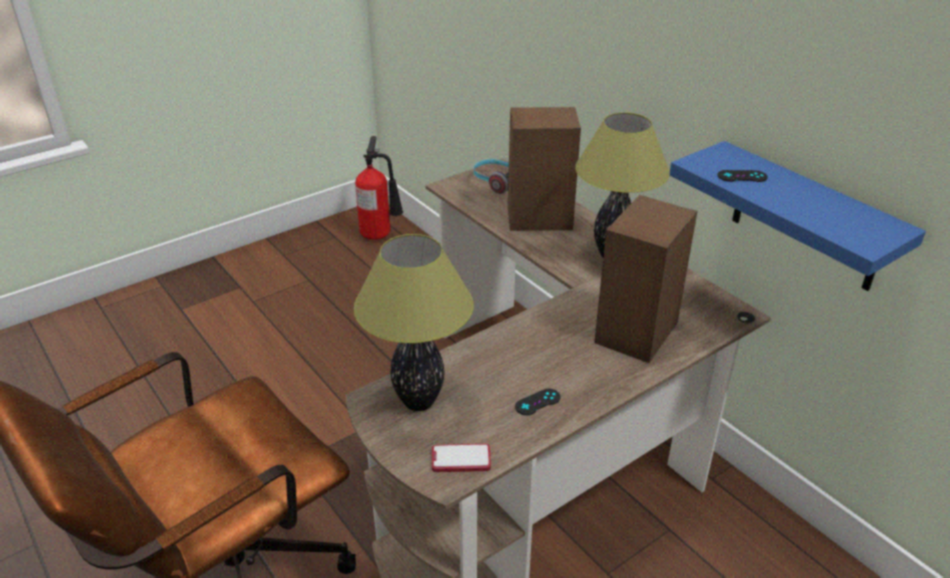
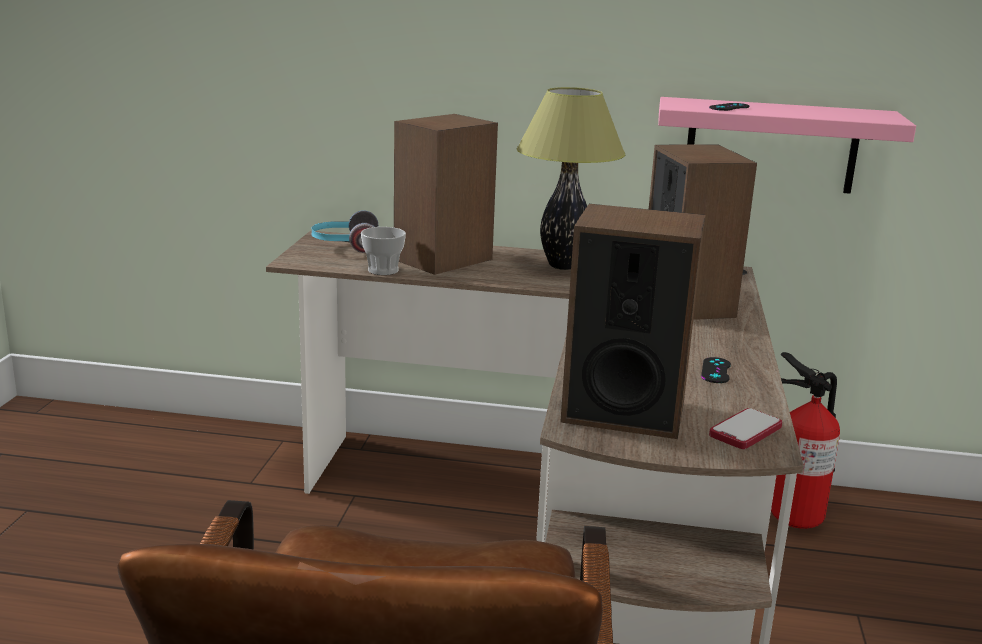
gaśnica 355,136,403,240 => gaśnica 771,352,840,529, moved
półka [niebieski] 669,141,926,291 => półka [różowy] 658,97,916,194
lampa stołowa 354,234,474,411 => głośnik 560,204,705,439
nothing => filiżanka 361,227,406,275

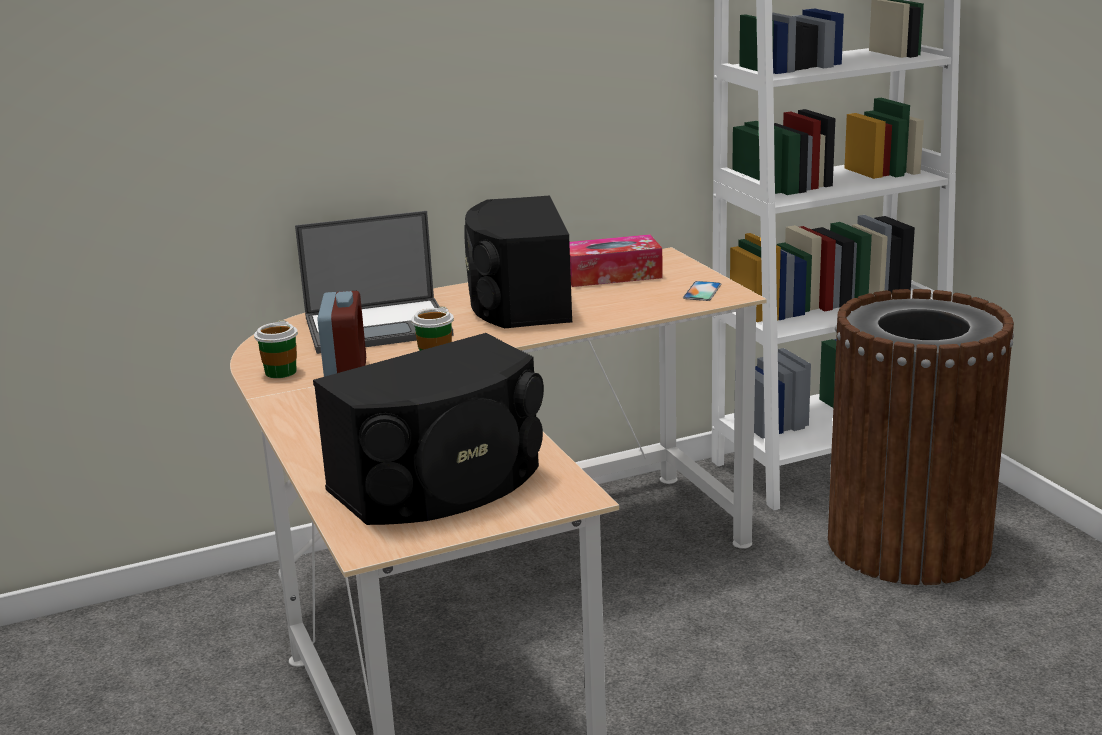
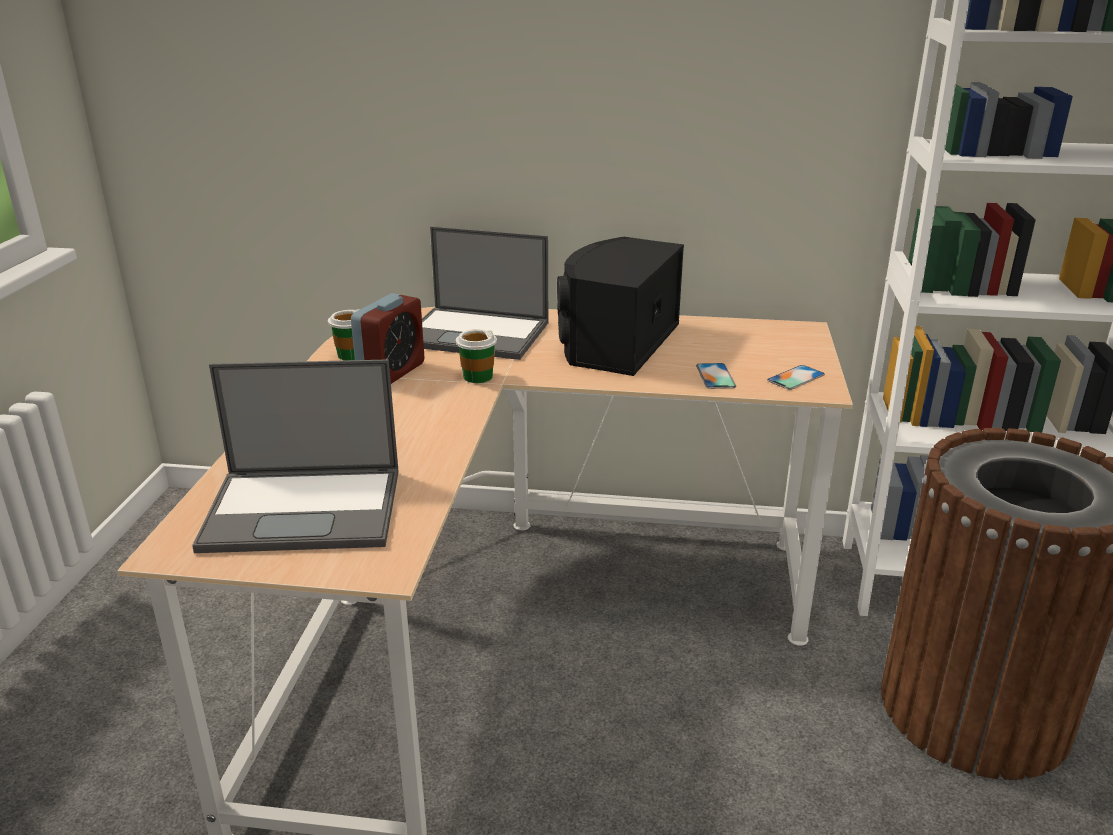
pudełko chusteczek 569,234,663,287 => nothing
głośnik [czarny] 313,333,544,525 => laptop 192,359,399,553
nothing => telefon 696,363,736,389

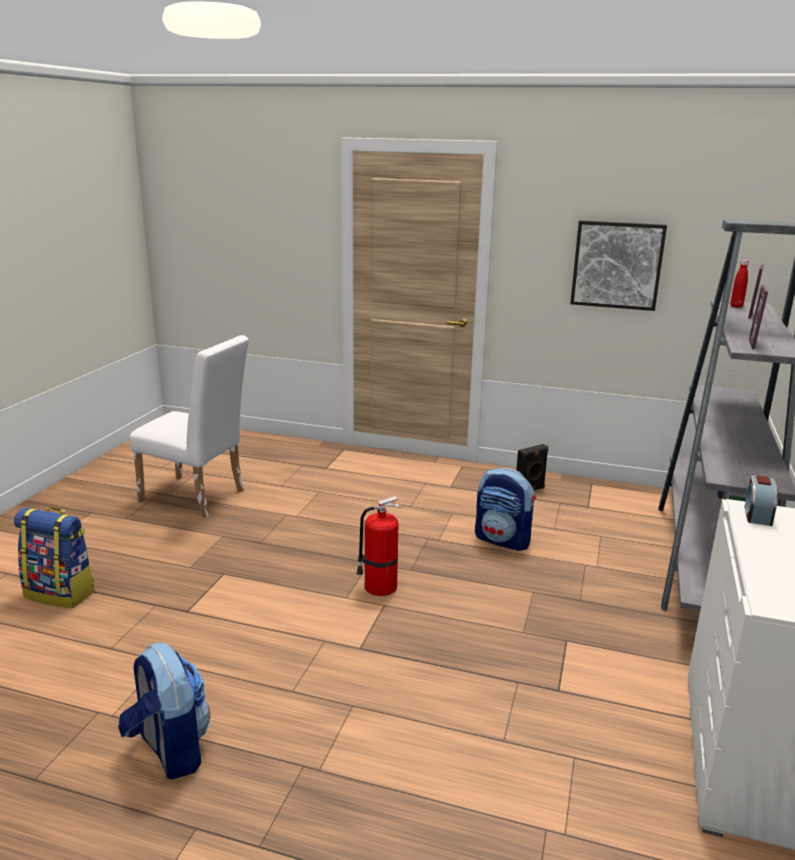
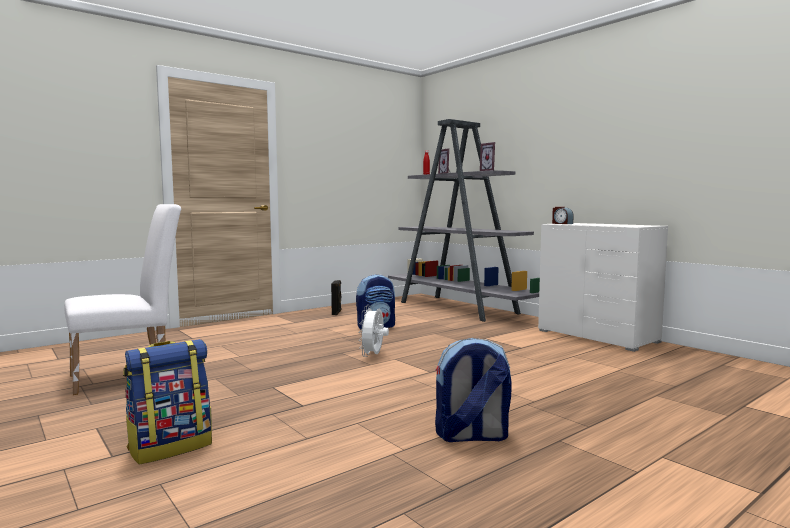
obraz 570,220,667,311 => nothing
gaśnica 356,496,401,596 => wentylator [biały] 358,305,389,357

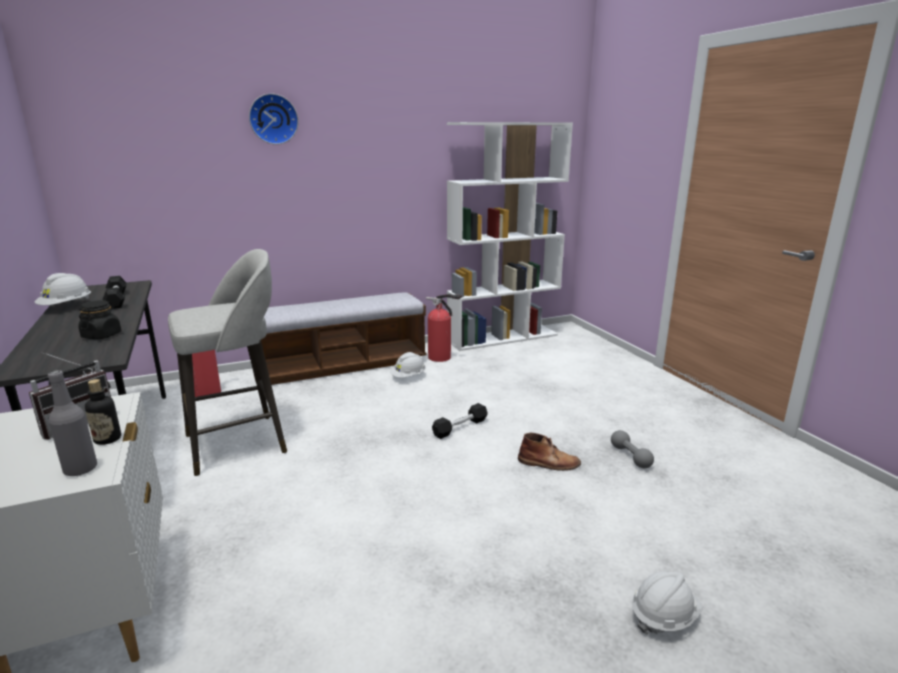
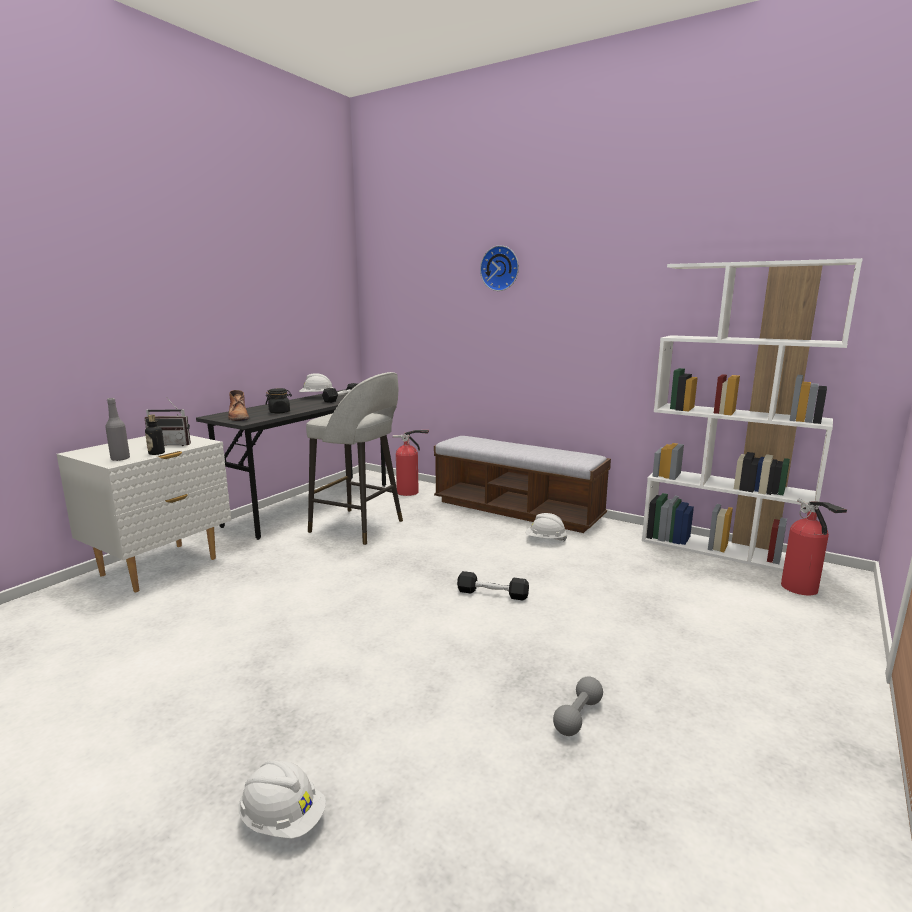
gaśnica 426,294,462,362 => gaśnica 781,499,847,596, moved
but z cholewką [brązowy] 518,433,581,471 => but z cholewką [brązowy] 228,390,249,421, moved

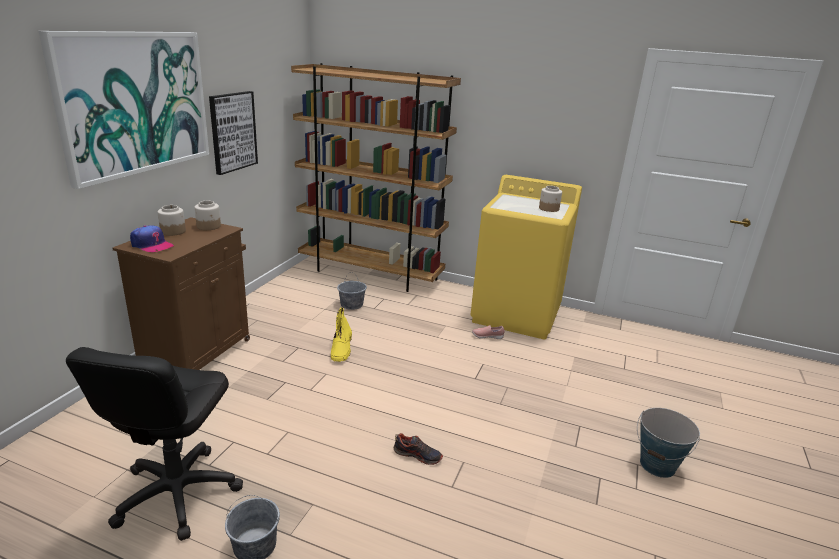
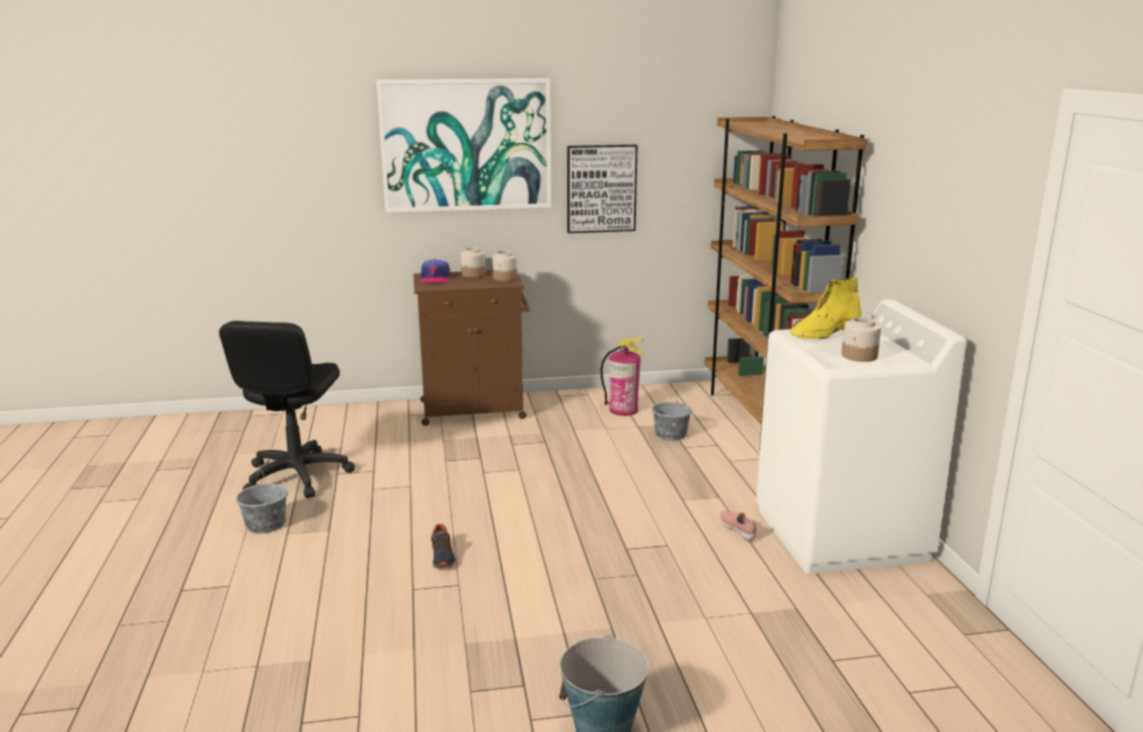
pralka [żółty] 471,175,582,339 => pralka [biały] 756,300,967,574
but z cholewką [żółty] 331,307,352,362 => but z cholewką [żółty] 790,278,861,339, moved
krzesło biurowe [czarny] 66,347,243,541 => krzesło biurowe [czarny] 219,321,355,498, 60 degrees counterclockwise
nothing => gaśnica 600,338,645,416

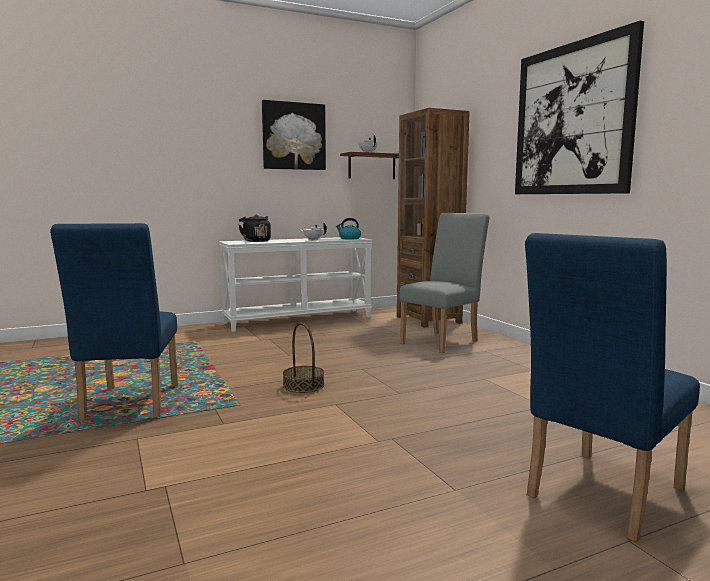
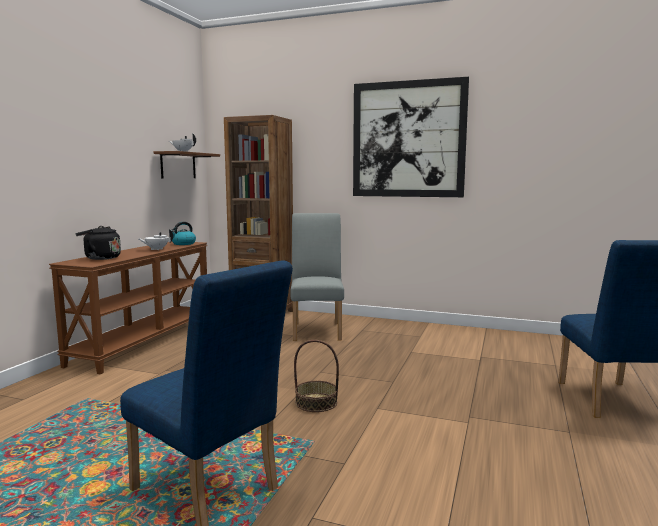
obraz 262,100,326,170 => nothing
stolik konsolowy [biały] 219,237,372,332 => stolik konsolowy [brązowy] 49,241,207,374

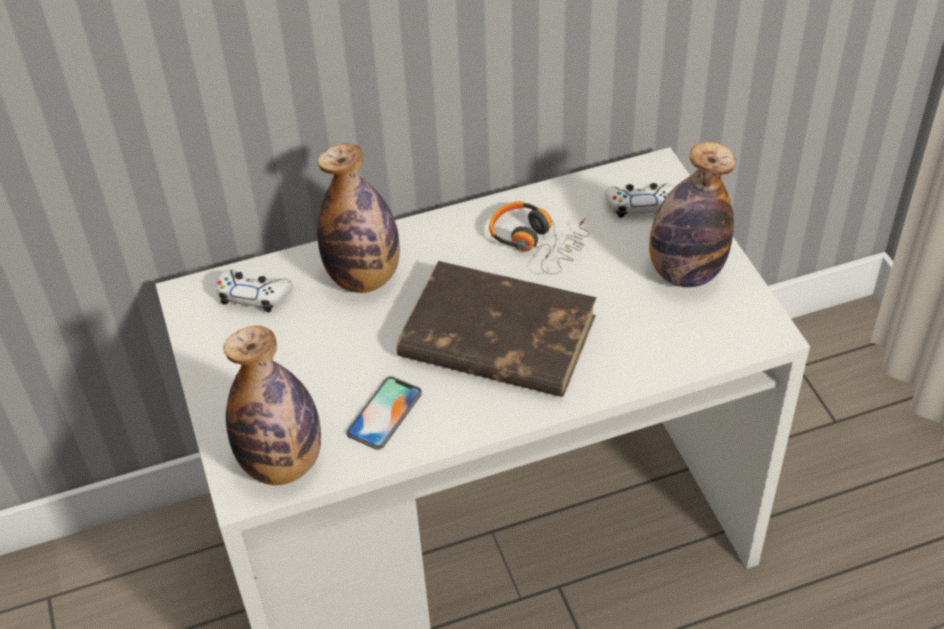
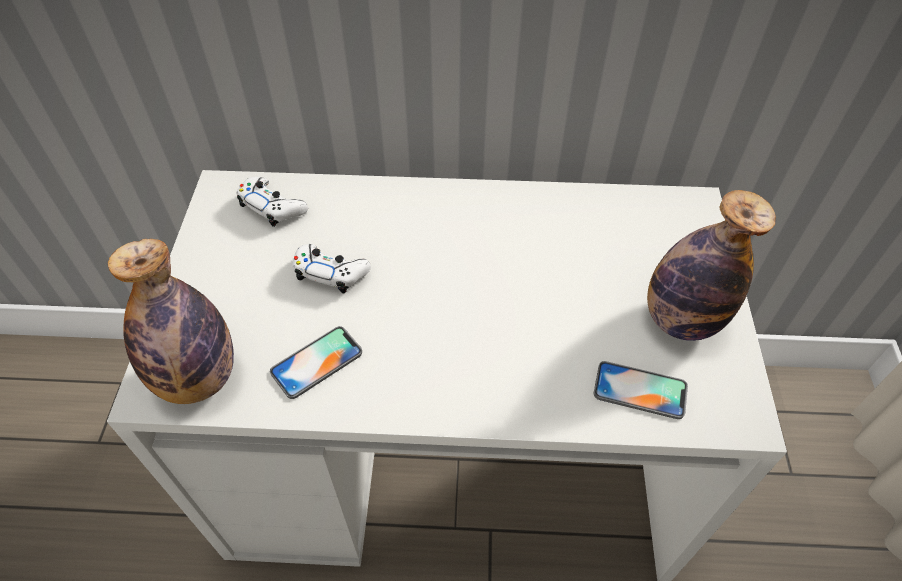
butelka 317,144,400,293 => nothing
pad do gier [biały] 605,183,674,218 => pad do gier [biały] 293,244,371,293, moved
słuchawki 489,201,590,274 => nothing
książka [brązowy] 397,261,597,397 => nothing
nothing => telefon 594,361,688,419

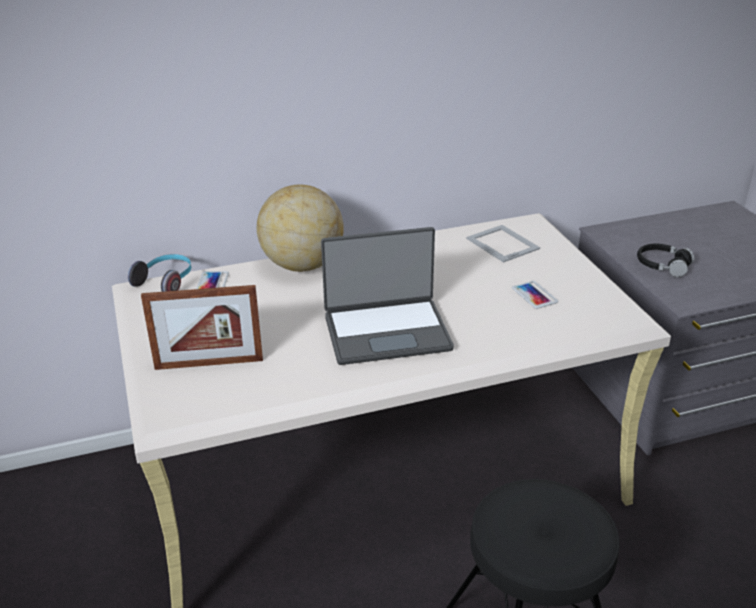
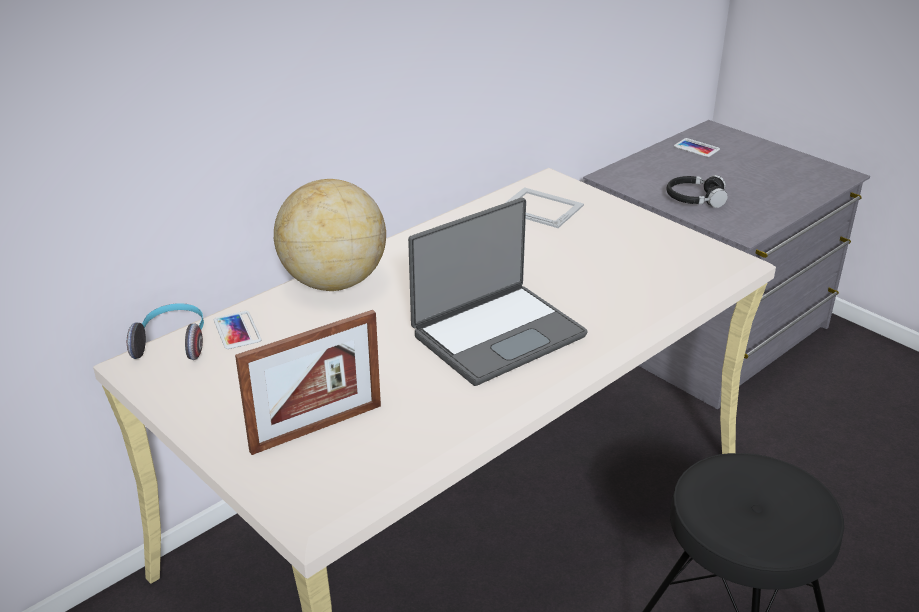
telefon 512,281,558,309 => telefon 674,138,720,157, moved

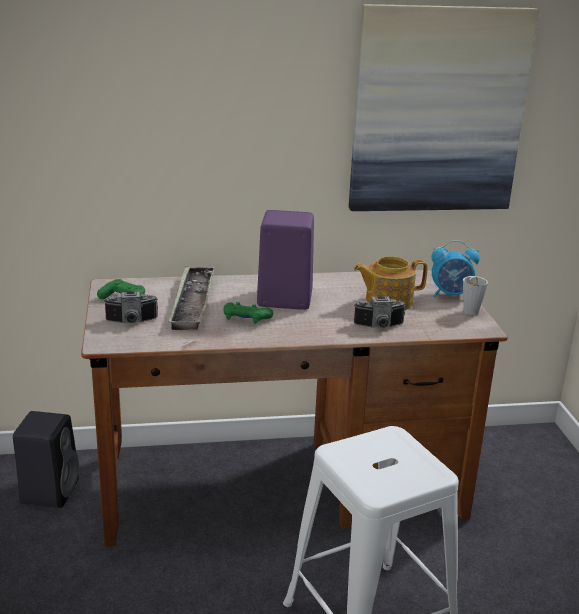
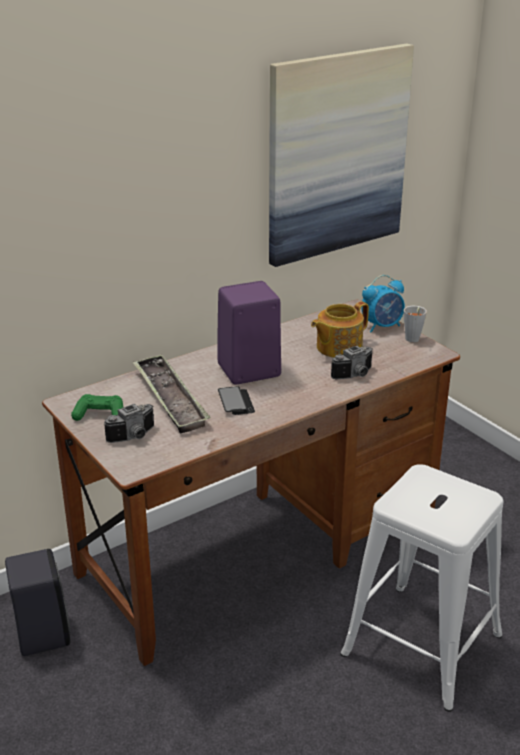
pad do gier [zielony] 223,302,273,324 => telefon 218,386,255,415

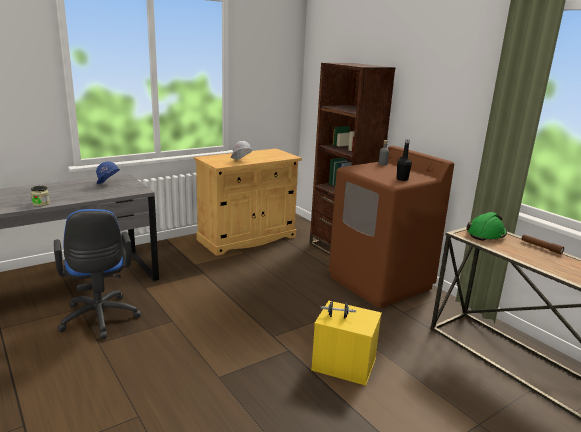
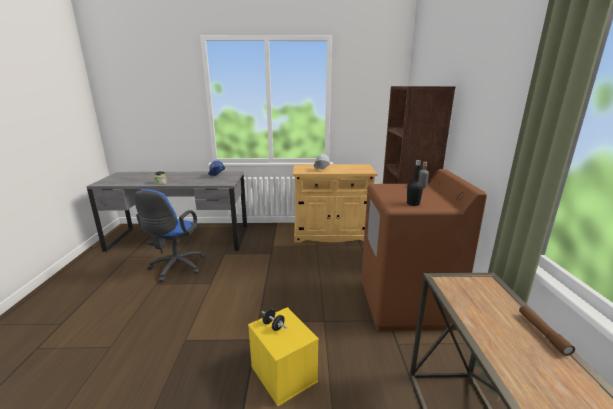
kask [zielony] 466,212,507,241 => nothing

